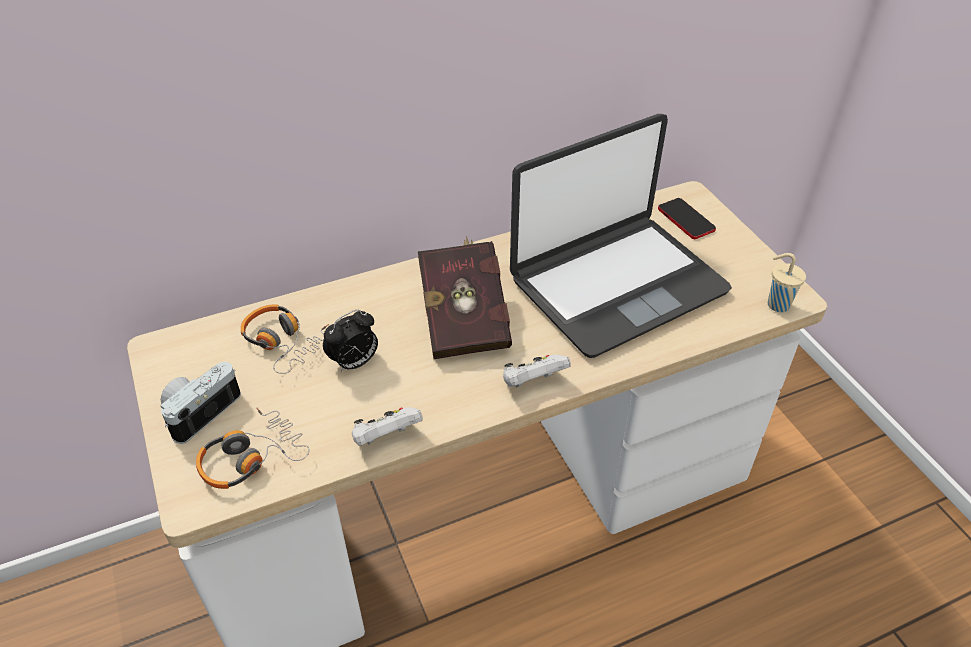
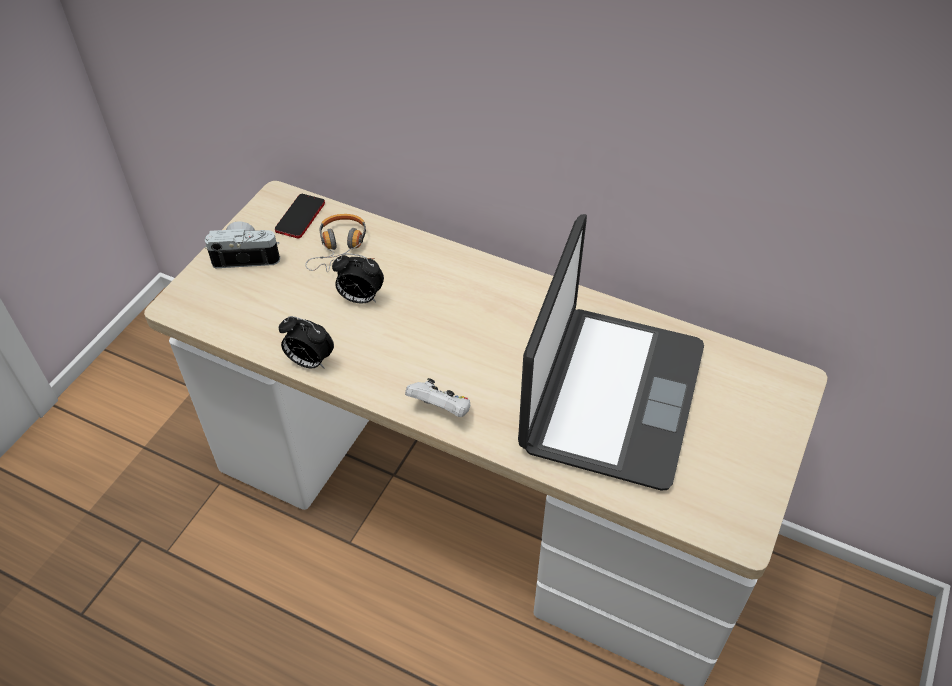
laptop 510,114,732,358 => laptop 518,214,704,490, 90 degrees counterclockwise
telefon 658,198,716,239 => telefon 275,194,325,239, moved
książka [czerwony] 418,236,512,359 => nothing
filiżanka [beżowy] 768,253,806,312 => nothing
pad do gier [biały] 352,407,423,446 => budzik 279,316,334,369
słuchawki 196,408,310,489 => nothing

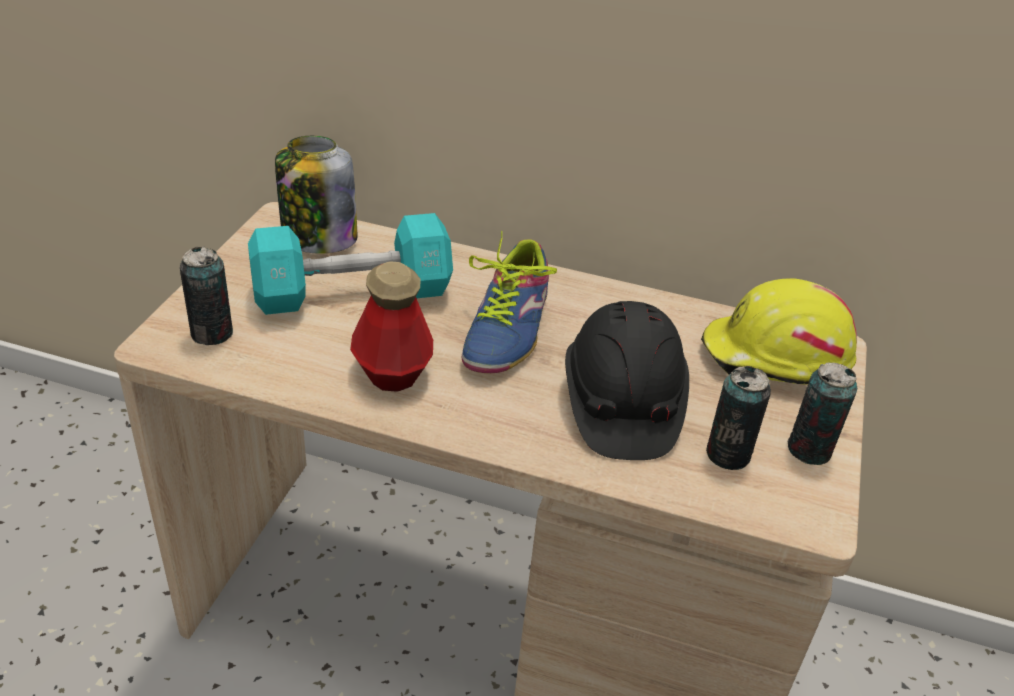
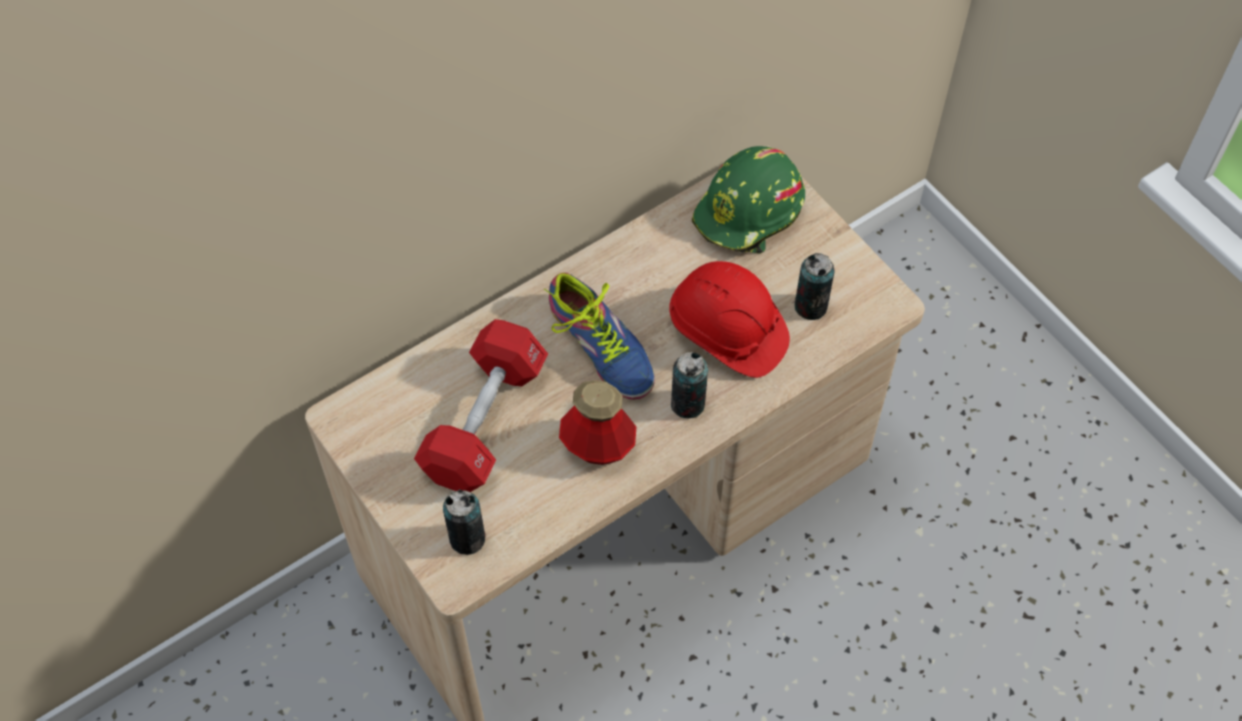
słoik 275,136,358,254 => nothing
hantel [turkusowy] 248,213,453,315 => hantel [czerwony] 414,319,548,492
kask [żółty] 701,279,857,385 => kask [zielony] 692,146,805,254
kask [czarny] 565,301,689,460 => kask [czerwony] 669,261,790,378
puszka 788,363,857,465 => puszka 671,352,708,419, moved

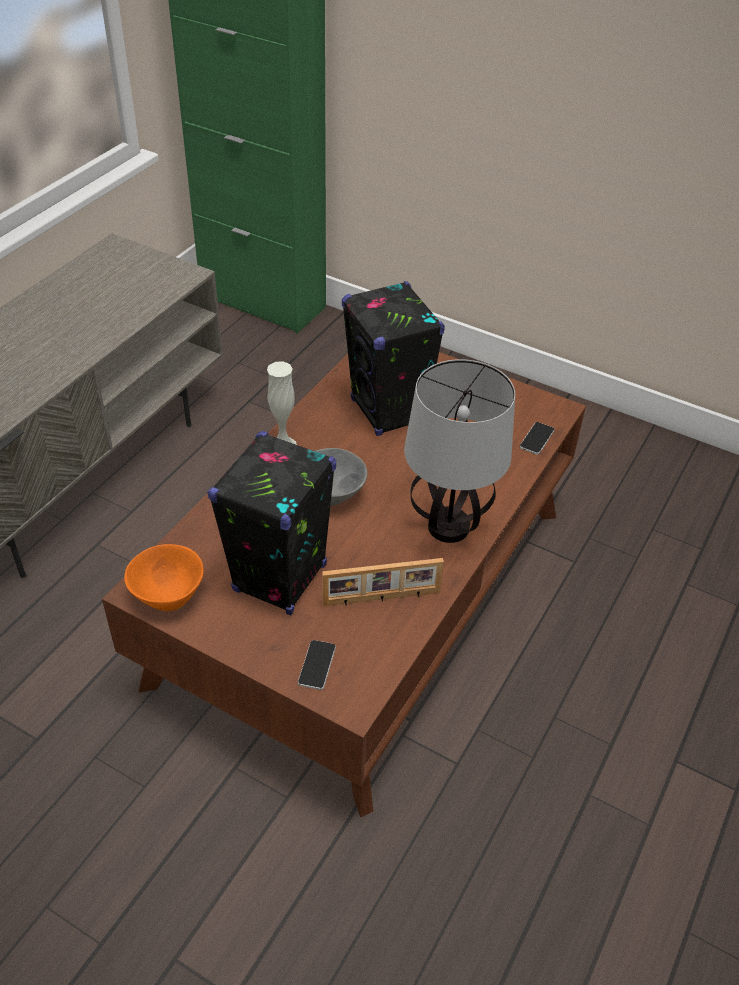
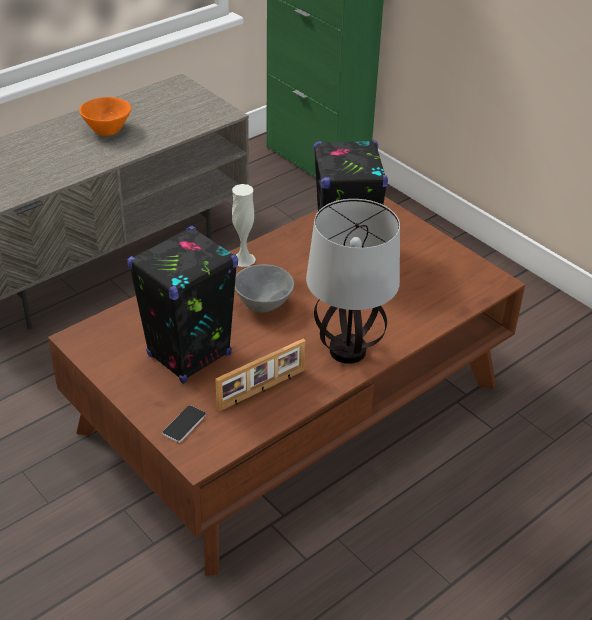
telefon 520,422,555,455 => nothing
miska [pomarańczowy] 124,544,204,611 => miska [pomarańczowy] 79,97,131,136, moved
ramka na zdjęcie 322,558,444,607 => ramka na zdjęcie 215,339,306,411, 45 degrees counterclockwise

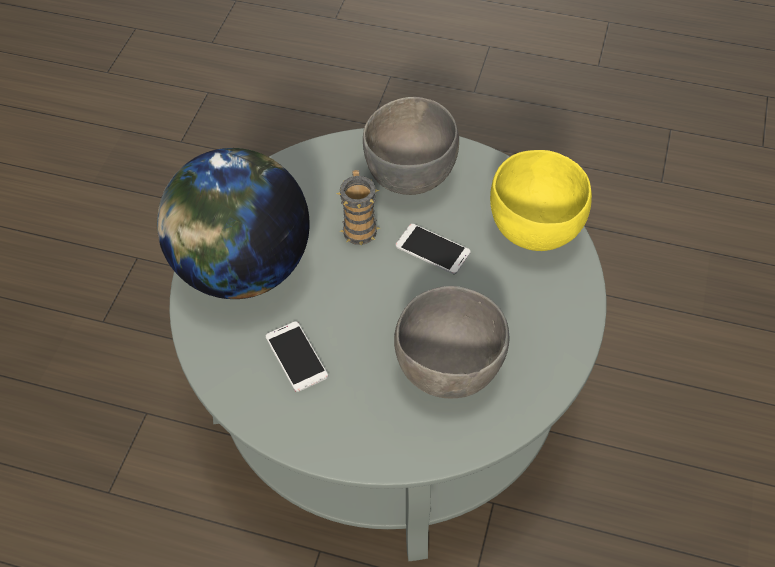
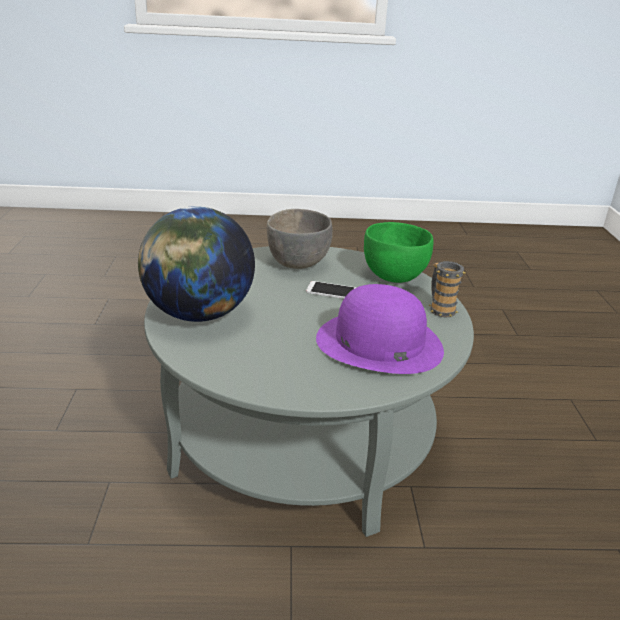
miska [żółty] 490,150,592,251 => miska [zielony] 364,222,434,283
kubek 336,170,380,246 => kubek 429,261,465,317, moved
miska [szary] 394,286,510,398 => kapelusz [fioletowy] 316,284,444,374
telefon 266,321,328,392 => nothing

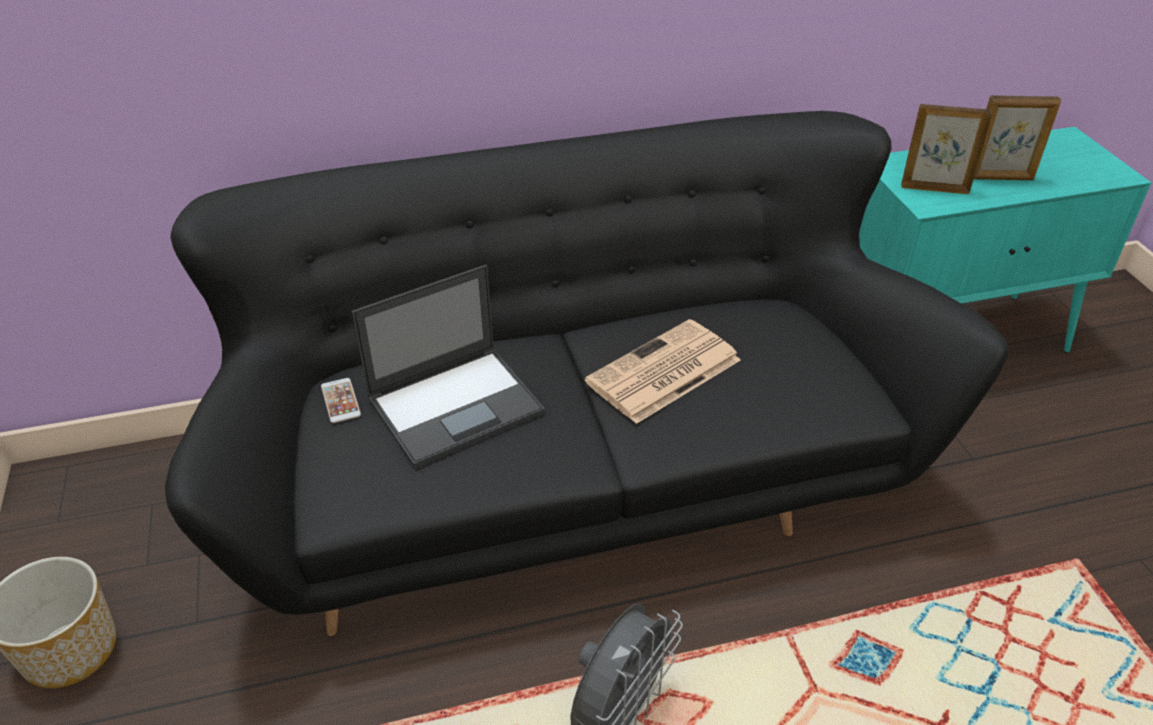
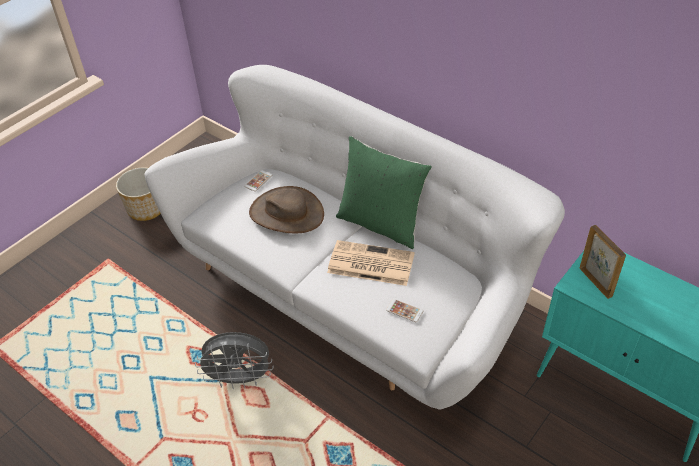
ramka na zdjęcie 974,95,1061,180 => nothing
kanapa [czarny] 165,111,1009,636 => kanapa [biały] 145,65,565,410
laptop 352,265,545,468 => kapelusz [brązowy] 249,186,324,233
nothing => poduszka [zielony] 336,136,432,249
nothing => telefon 386,299,423,322

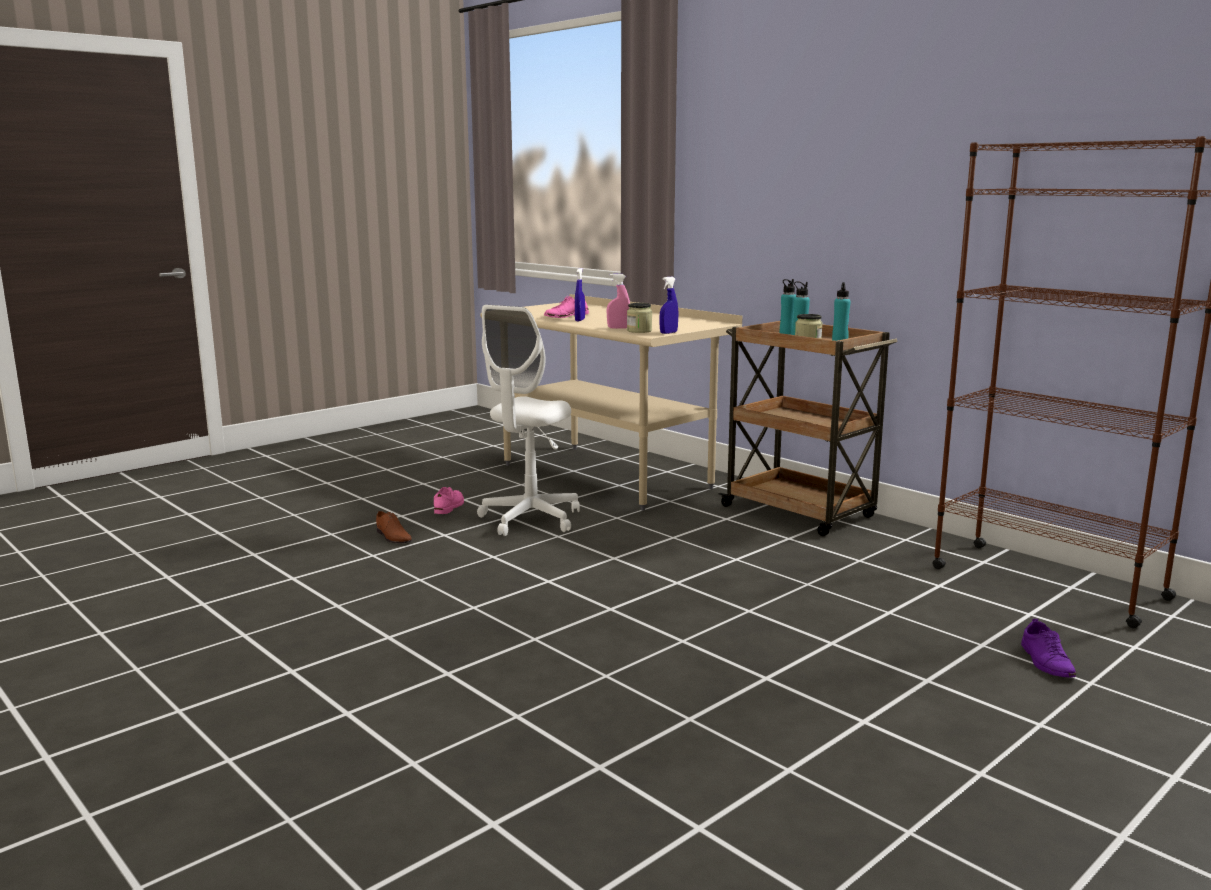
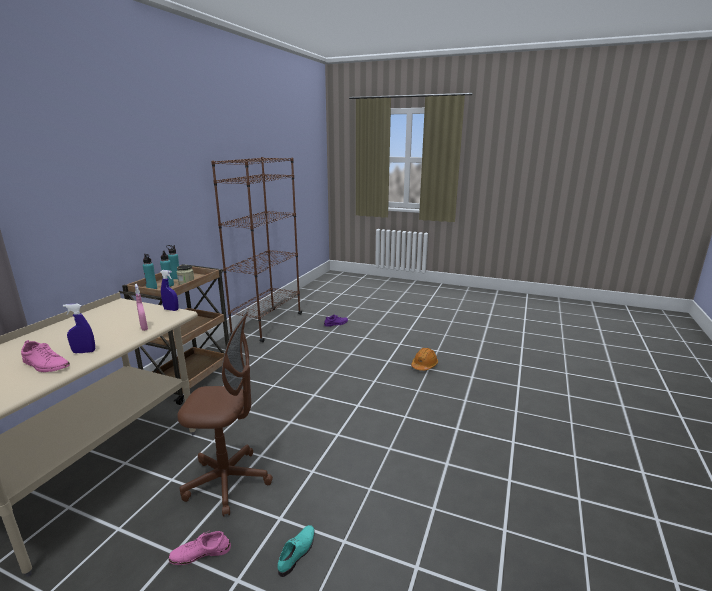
słoik 627,303,652,333 => nothing
krzesło biurowe [biały] 477,305,580,536 => krzesło biurowe [brązowy] 177,312,273,517
but [brązowy] 376,511,412,543 => but [turkusowy] 277,525,315,577
nothing => kask [pomarańczowy] 411,348,438,371

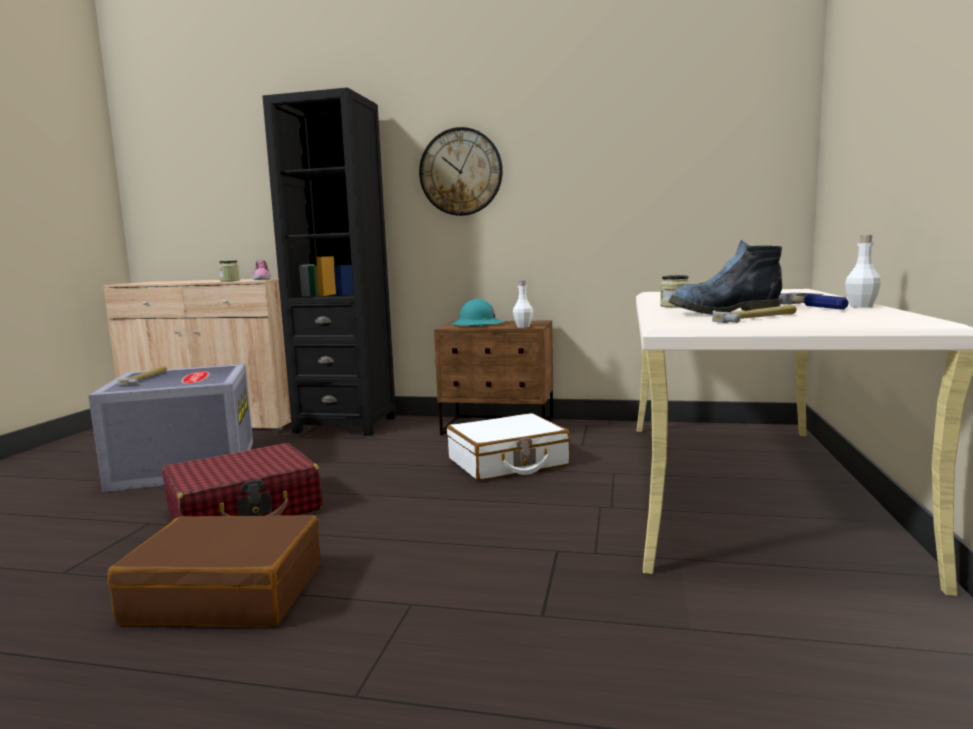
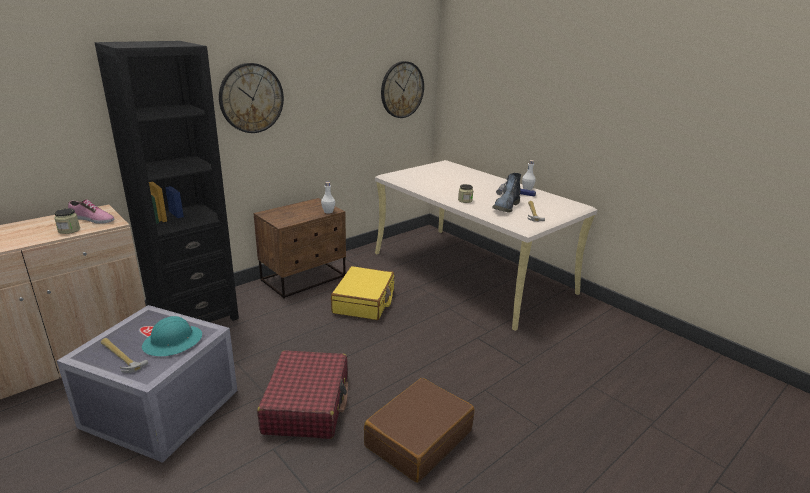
kask [turkusowy] 452,299,504,327 => kask [turkusowy] 142,316,202,356, moved
walizka [biały] 447,413,571,481 => walizka [żółty] 331,266,394,320
nothing => zegar ścienny 381,61,424,118

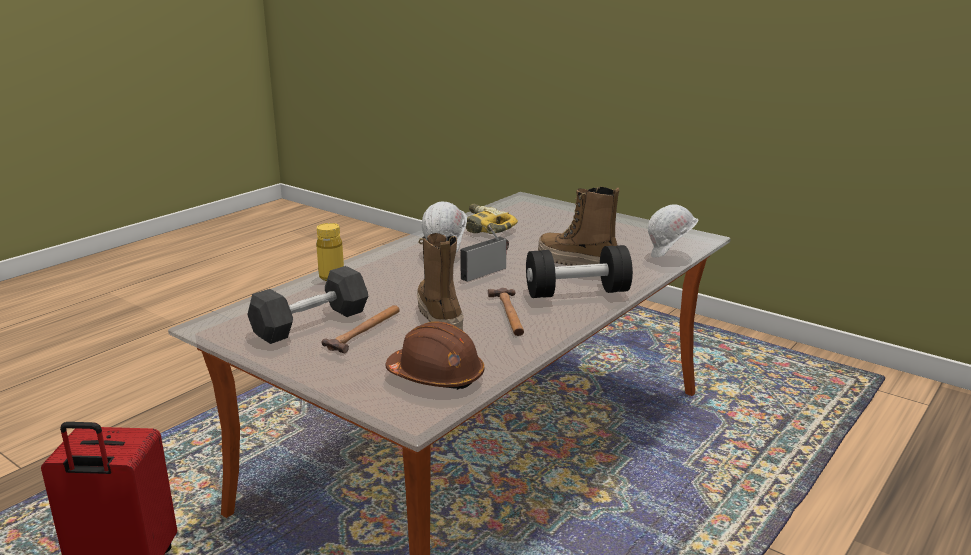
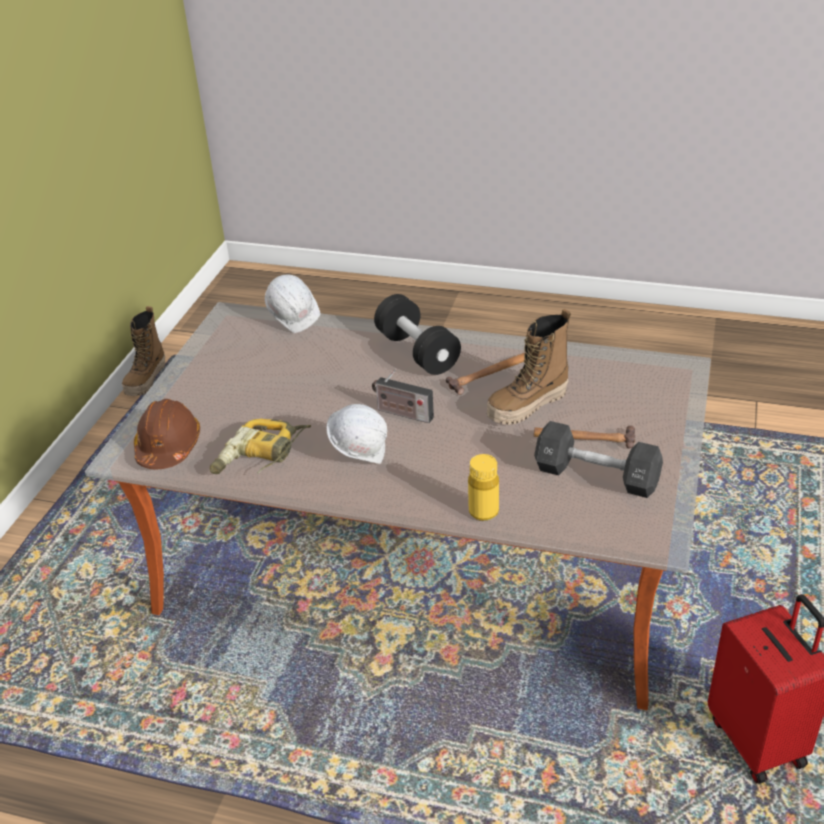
but z cholewką 538,186,619,266 => but z cholewką 122,306,165,396, moved
kask [brązowy] 385,321,484,390 => kask [brązowy] 134,399,200,469, moved

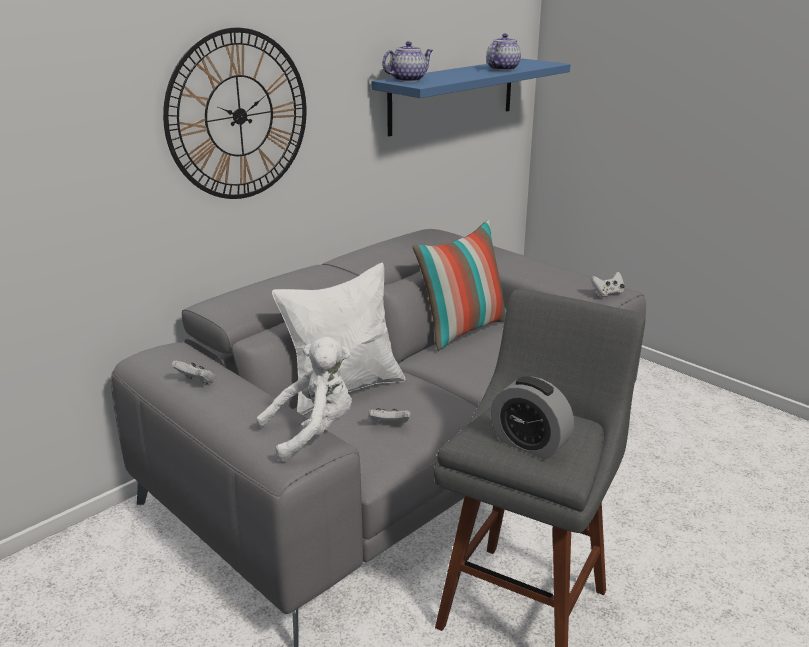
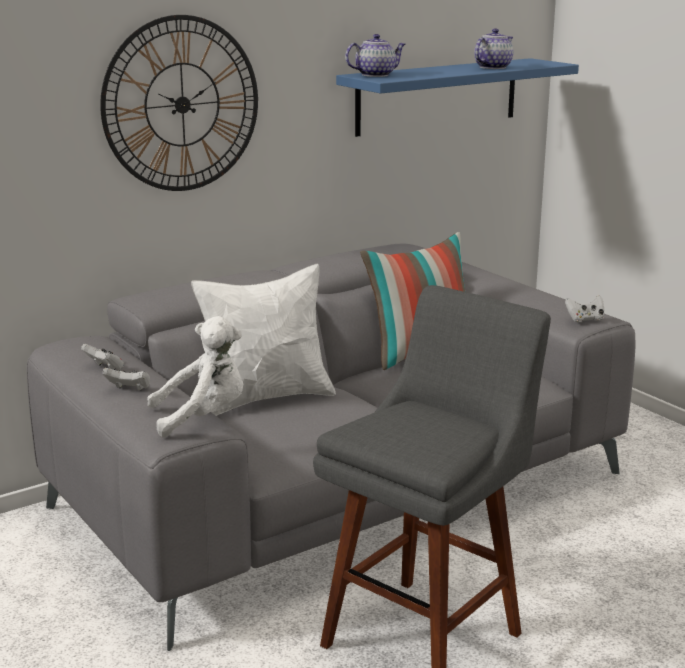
budzik 491,376,574,459 => nothing
pad do gier [biały] 368,408,411,425 => pad do gier [biały] 102,368,150,390, moved

